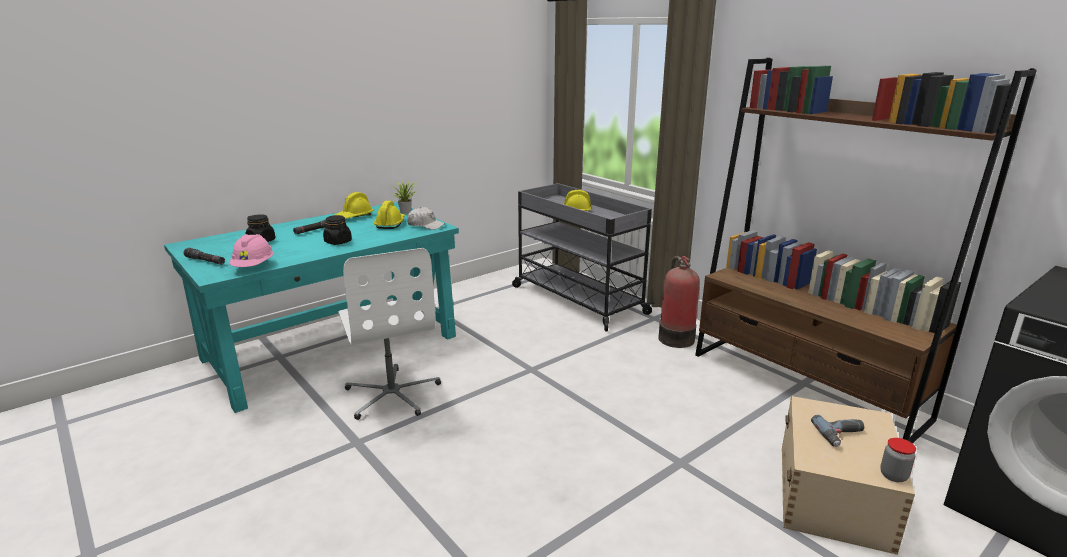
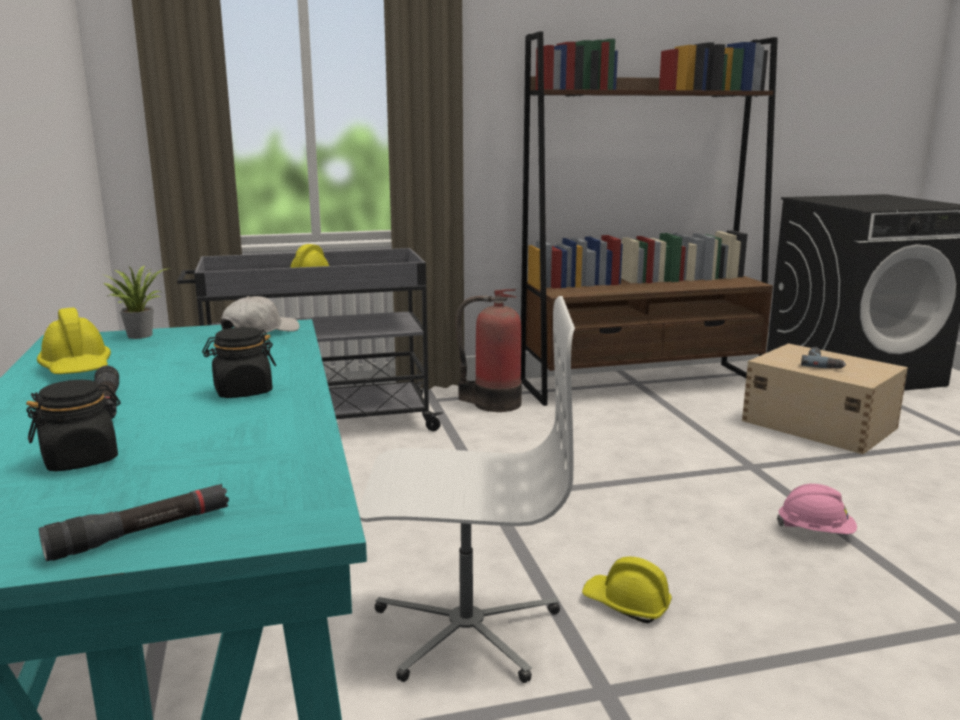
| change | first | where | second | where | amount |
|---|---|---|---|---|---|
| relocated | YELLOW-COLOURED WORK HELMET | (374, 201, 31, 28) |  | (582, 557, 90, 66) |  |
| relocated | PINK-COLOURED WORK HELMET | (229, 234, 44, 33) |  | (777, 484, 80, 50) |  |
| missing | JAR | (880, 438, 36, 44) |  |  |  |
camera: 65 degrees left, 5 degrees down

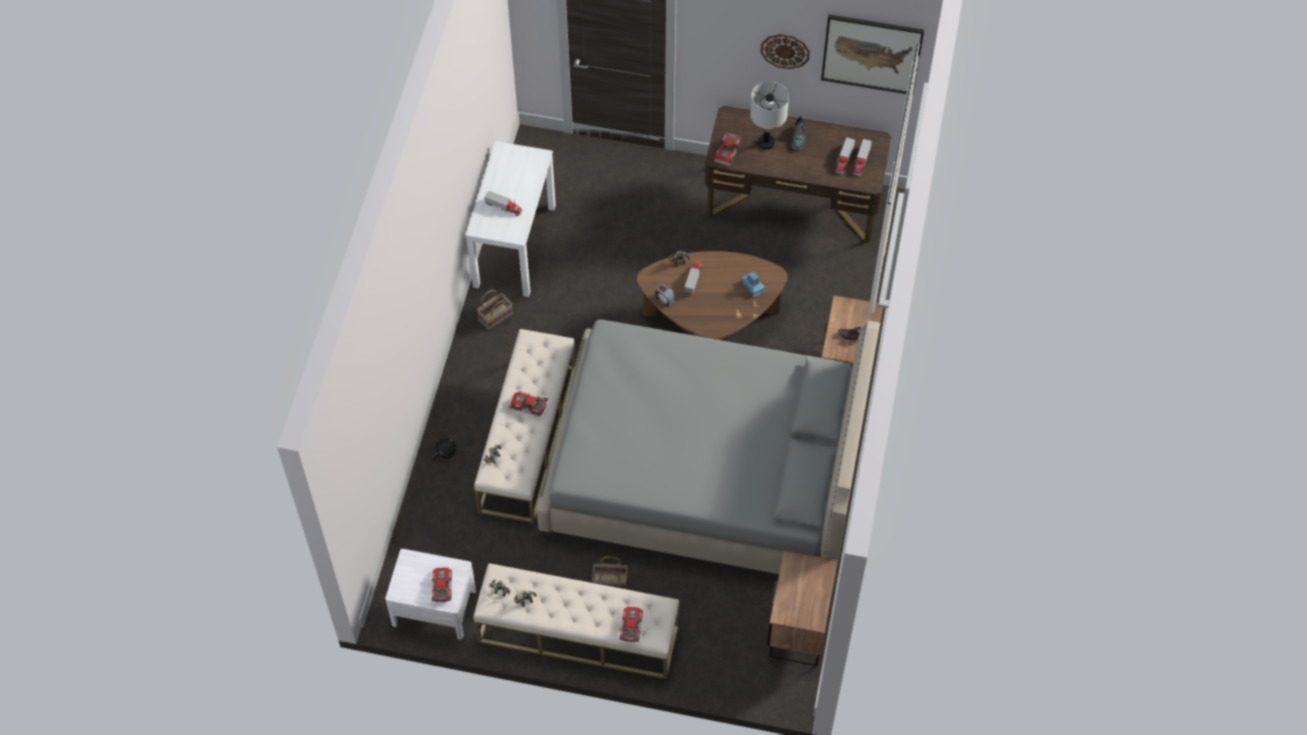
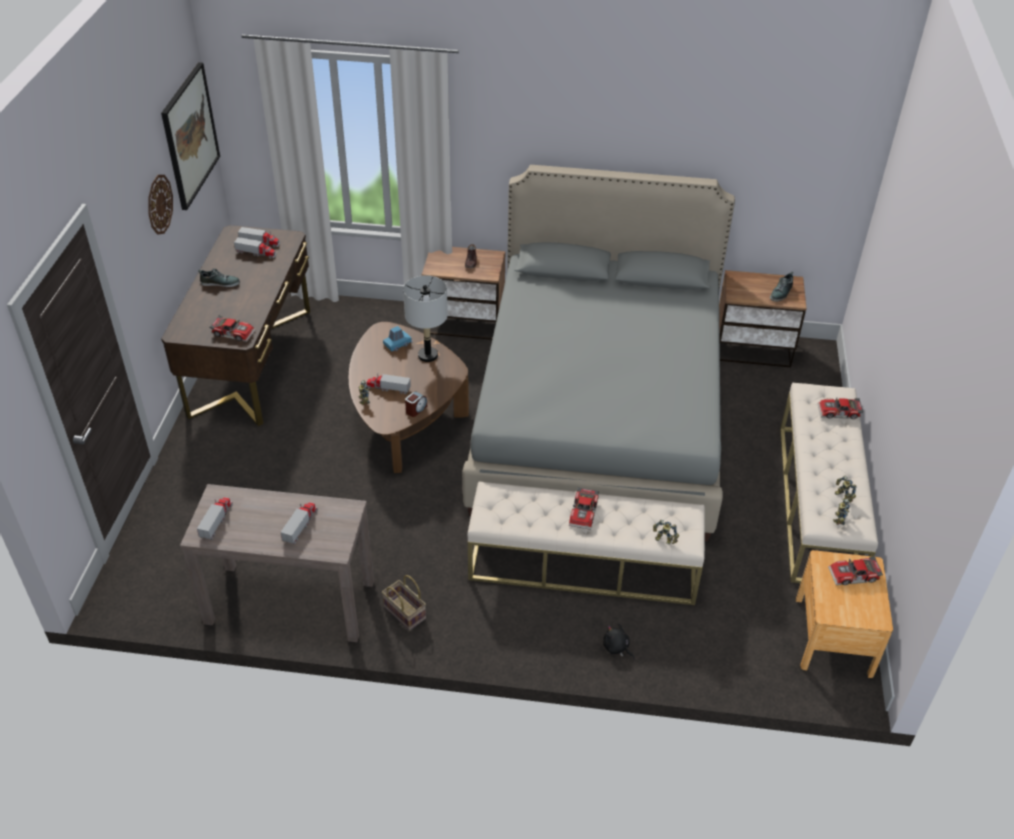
| change | first | where | second | where | amount |
|---|---|---|---|---|---|
| colour | WHITE-COLOURED NARROW TABLE | (465, 141, 91, 156) | BROWN NARROW TABLE | (180, 484, 194, 158) |  |
| appeared |  |  | MODEL TRUCK | (197, 497, 36, 43) |  |
| relocated | GRAY LAMP FOR A TABLE | (750, 81, 39, 69) |  | (403, 275, 45, 87) |  |
| appeared |  |  | LOW SHOE | (770, 271, 23, 31) |  |
| colour | WHITE-COLOURED BEDSIDE TABLE | (385, 549, 91, 91) | BROWN BEDSIDE TABLE | (796, 550, 97, 128) |  |
| missing | HOUSEHOLD BASKET | (592, 556, 36, 33) |  |  |  |
camera: 95 degrees left, 15 degrees down

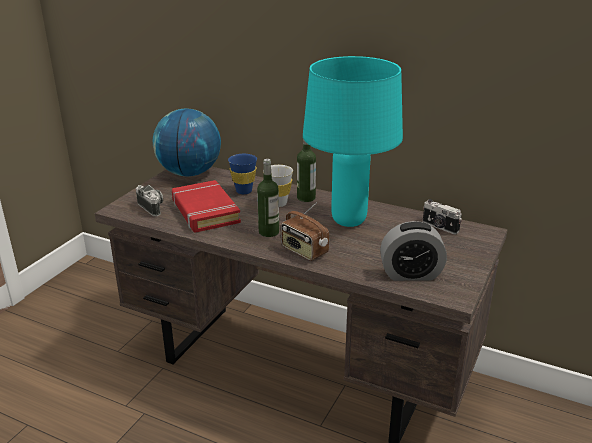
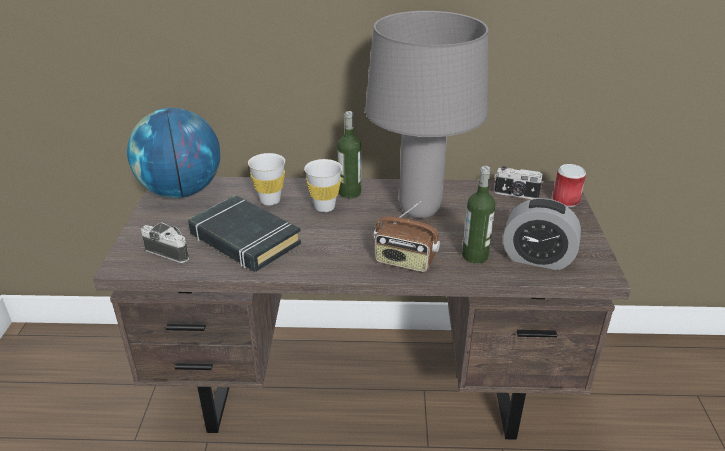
| change | first | where | second | where | amount |
|---|---|---|---|---|---|
| colour | REDDISH BOOK | (172, 180, 69, 53) | BLACK-COLOURED BOOK | (188, 195, 113, 77) |  |
| colour | BLUE-COLOURED CUP | (228, 154, 29, 40) | WHITE-COLOURED CUP | (248, 153, 37, 52) |  |
| colour | TURQUOISE-COLOURED LAMP FOR A TABLE | (303, 56, 100, 171) | GRAY LAMP FOR A TABLE | (365, 11, 123, 207) |  |
| relocated | BEVERAGE BOTTLE | (257, 159, 22, 78) |  | (462, 166, 34, 98) |  |
| spun | TABLE CLOCK | (380, 221, 67, 60) |  | (503, 198, 78, 72) | 45 degrees clockwise |
| appeared |  |  | METAL CAN | (553, 164, 33, 43) |  |
camera: 25 degrees left, 5 degrees up

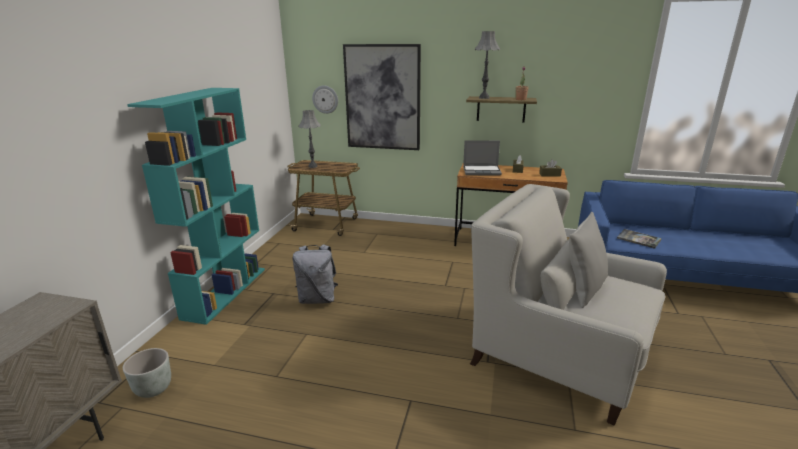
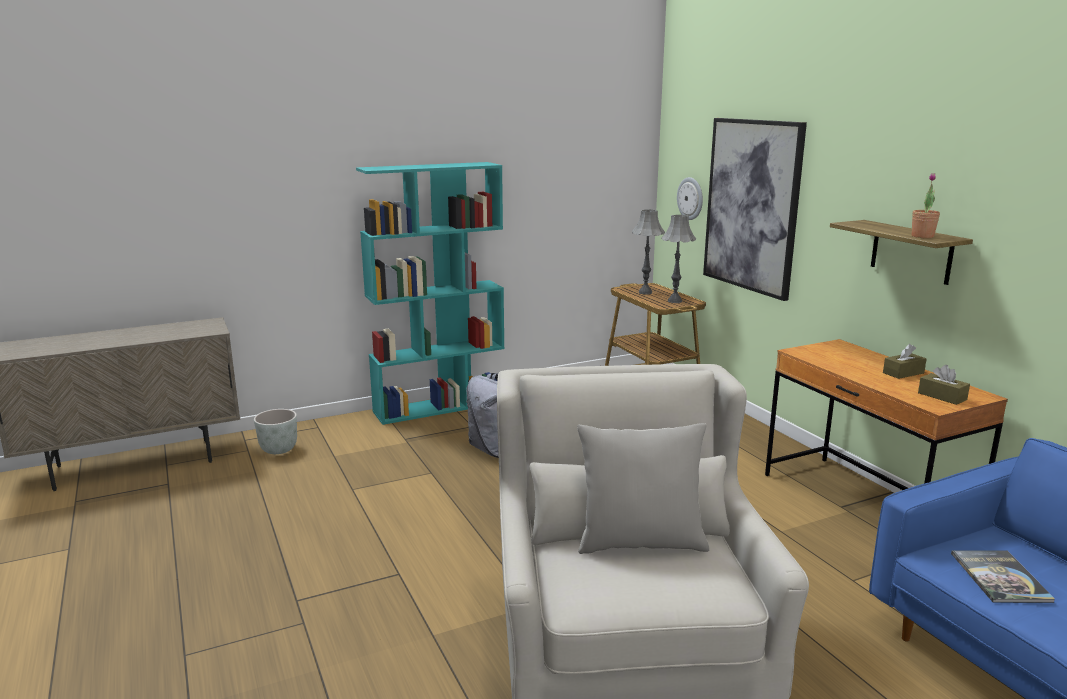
| change | first | where | second | where | amount |
|---|---|---|---|---|---|
| relocated | GRAY LAMP FOR A TABLE | (475, 31, 25, 68) |  | (661, 215, 35, 88) |  |
| missing | NOTEBOOK COMPUTER | (463, 140, 39, 36) |  |  |  |
camera: 50 degrees right, 5 degrees down

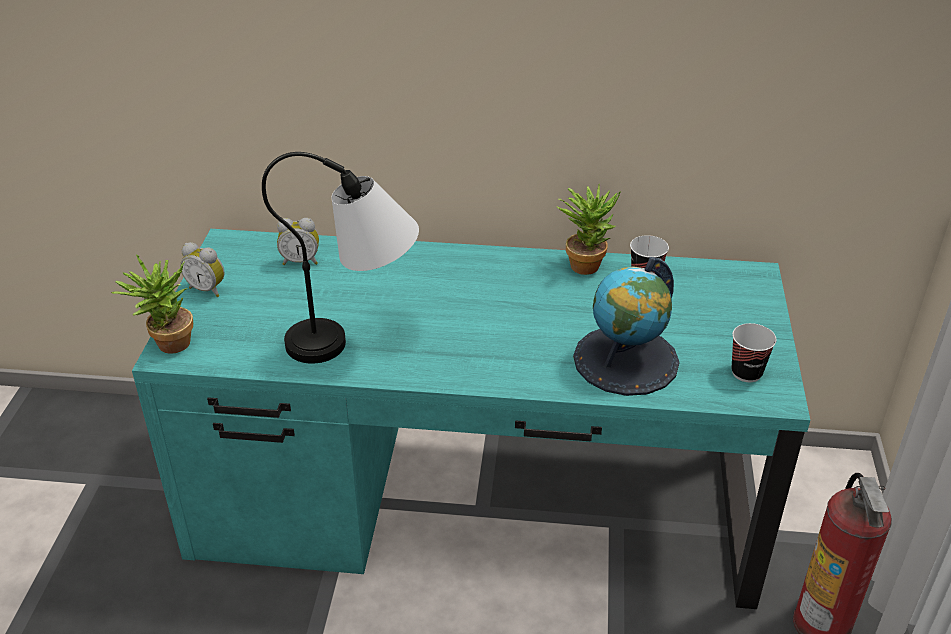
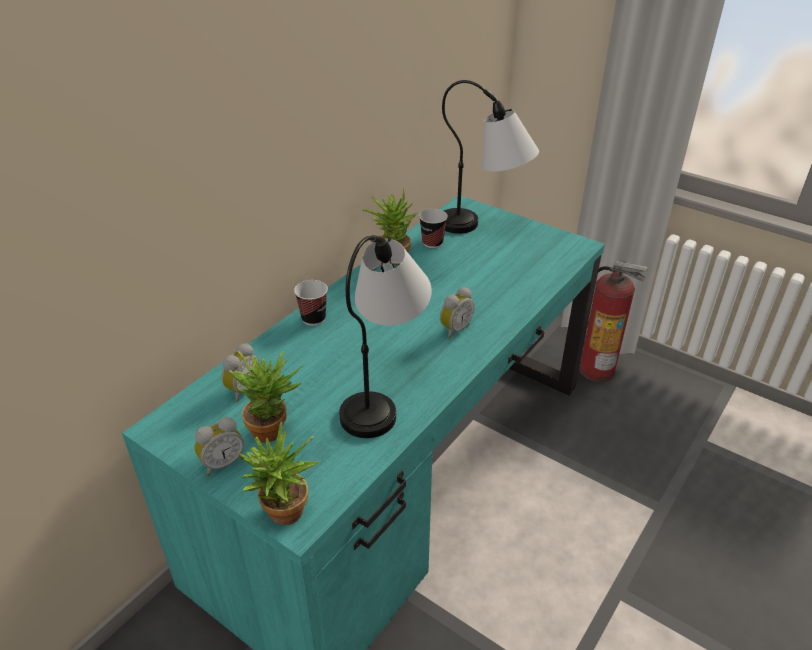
| change | first | where | second | where | amount |
|---|---|---|---|---|---|
| appeared |  |  | POTTED PLANT | (228, 351, 76, 91) |  |
| relocated | CUP | (731, 323, 45, 59) |  | (294, 280, 34, 46) |  |
| appeared |  |  | TABLE CLOCK | (440, 287, 35, 51) |  |
| appeared |  |  | LAMP FOR A TABLE | (442, 80, 97, 154) |  |
| missing | WORLD GLOBE | (573, 257, 106, 139) |  |  |  |
camera: 60 degrees left, 0 degrees up

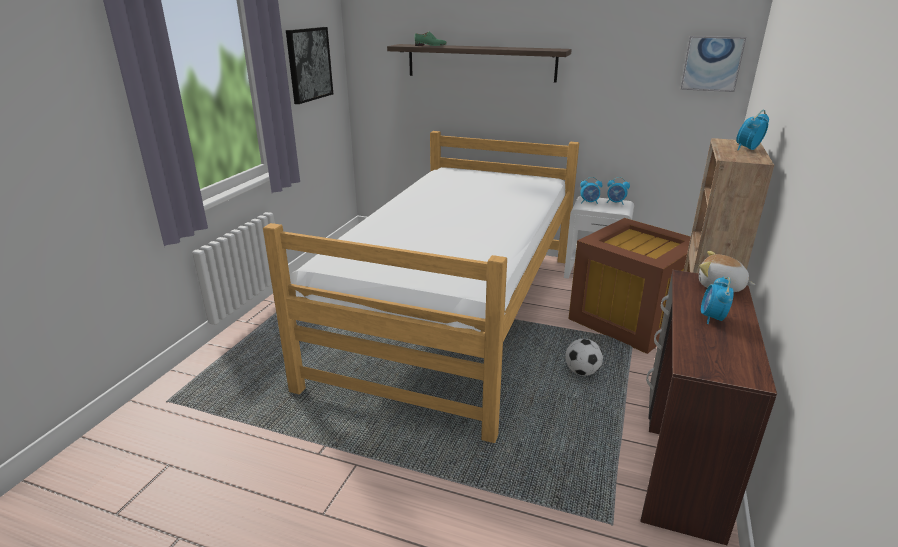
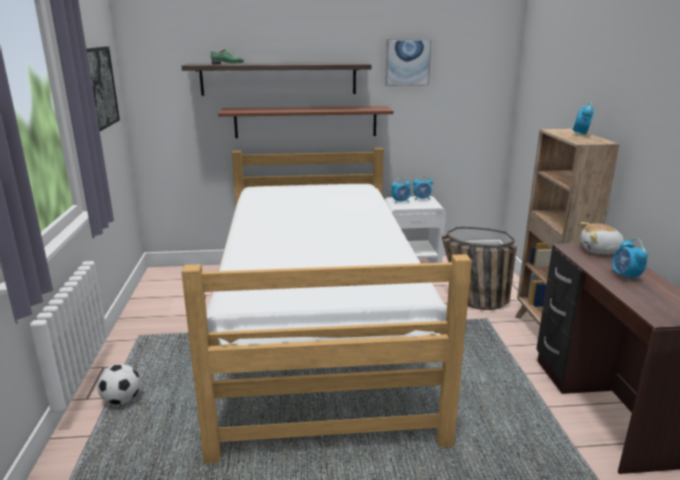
| change | first | where | second | where | amount |
|---|---|---|---|---|---|
| relocated | BALL FOR FOOTBALL | (565, 339, 38, 37) |  | (97, 364, 43, 41) |  |
| appeared |  |  | BROWN BRACKET SHELF | (218, 106, 176, 32) |  |
| relocated | PICTURE | (681, 36, 65, 56) |  | (385, 39, 47, 47) |  |
| exchanged | BROWN STORAGE BOX | (568, 218, 123, 136) | HOUSEHOLD BASKET | (442, 227, 75, 83) |  |
camera: 25 degrees left, 5 degrees down

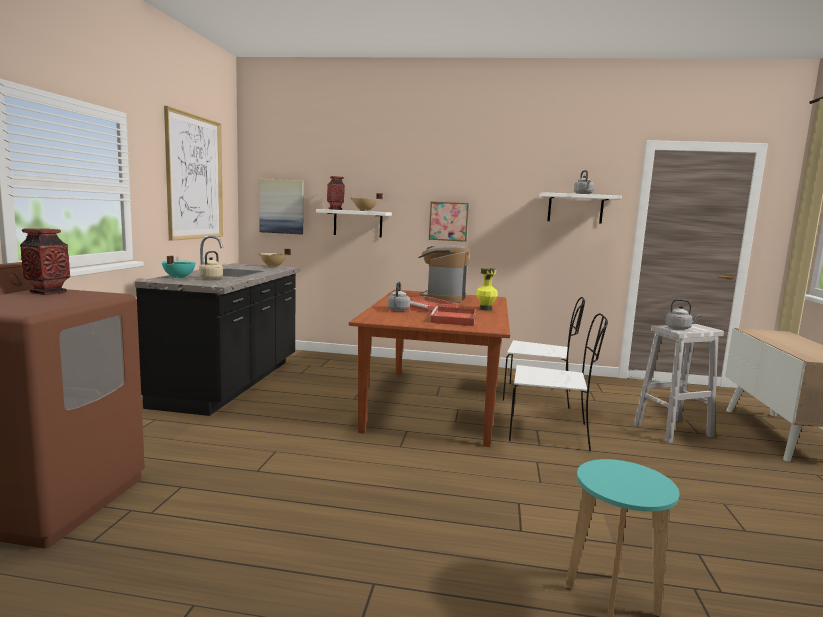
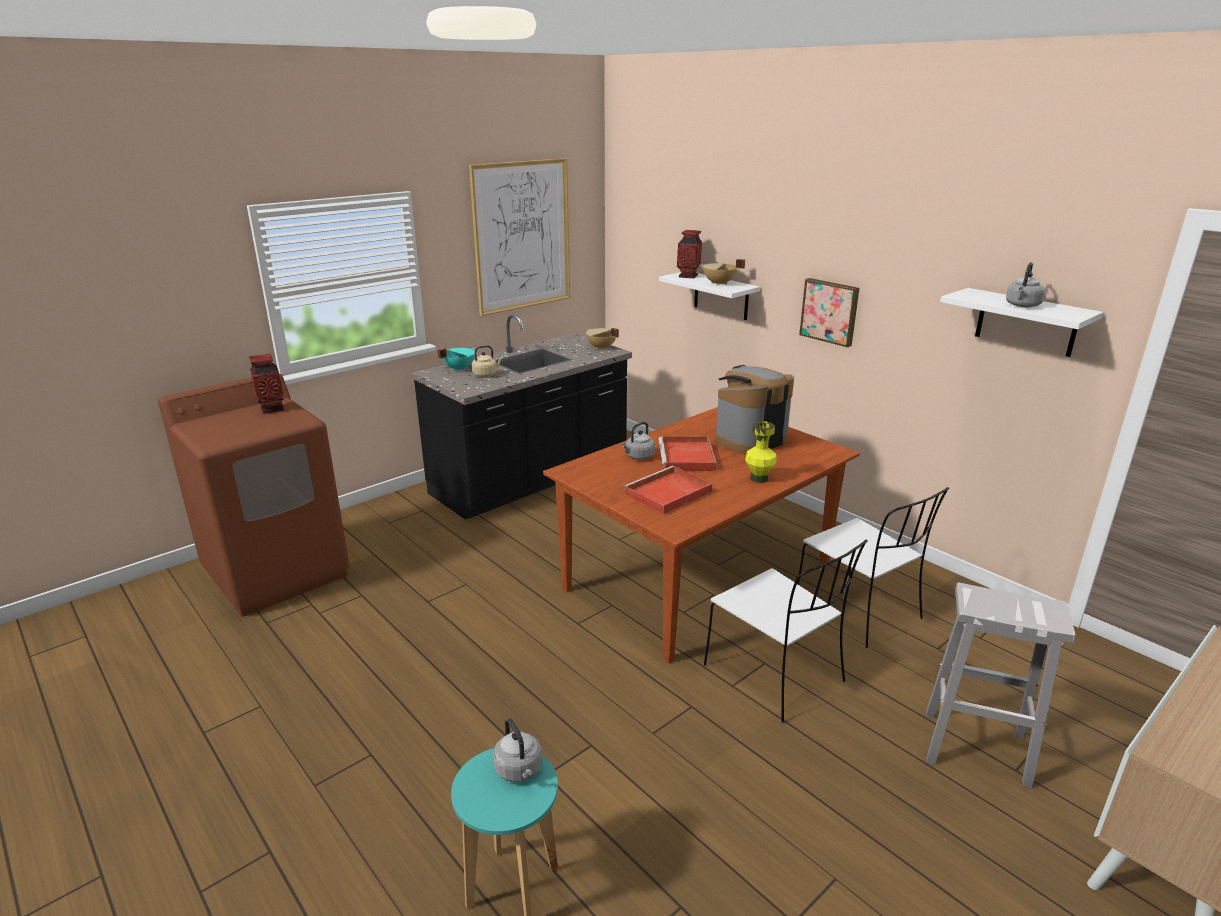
| change | first | where | second | where | amount |
|---|---|---|---|---|---|
| relocated | GRAY TEA KETTLE | (665, 299, 36, 31) |  | (493, 718, 49, 64) |  |
| missing | PICTURE | (259, 179, 45, 55) |  |  |  |
camera: 40 degrees right, 15 degrees up

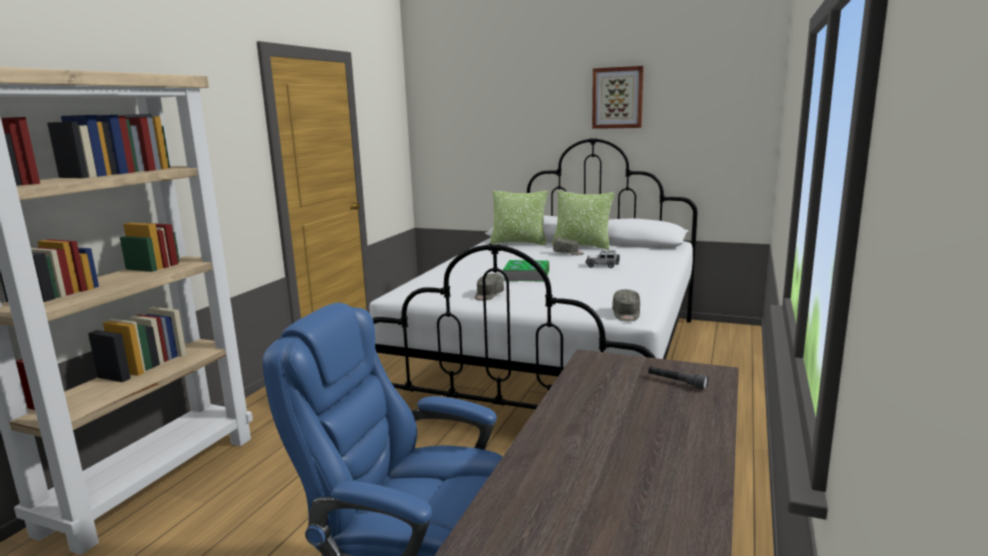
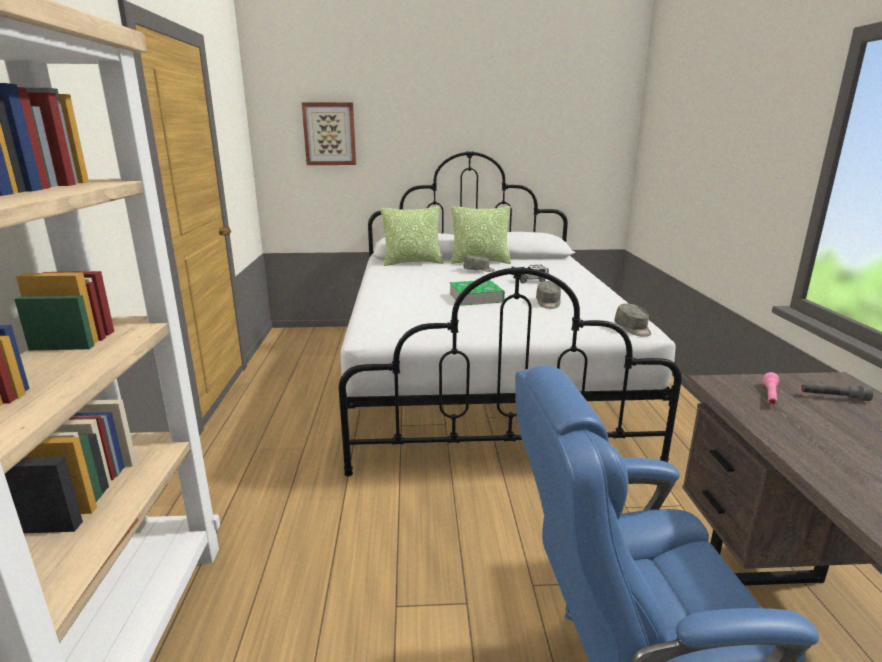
| change | first | where | second | where | amount |
|---|---|---|---|---|---|
| relocated | PICTURE | (592, 66, 52, 63) |  | (302, 102, 54, 63) |  |
| relocated | GRAY PEAKED CAP | (475, 273, 29, 28) |  | (536, 281, 25, 28) |  |
| appeared |  |  | PINK-COLOURED HAND TORCH | (763, 372, 17, 33) |  |
camera: 25 degrees left, 5 degrees up

